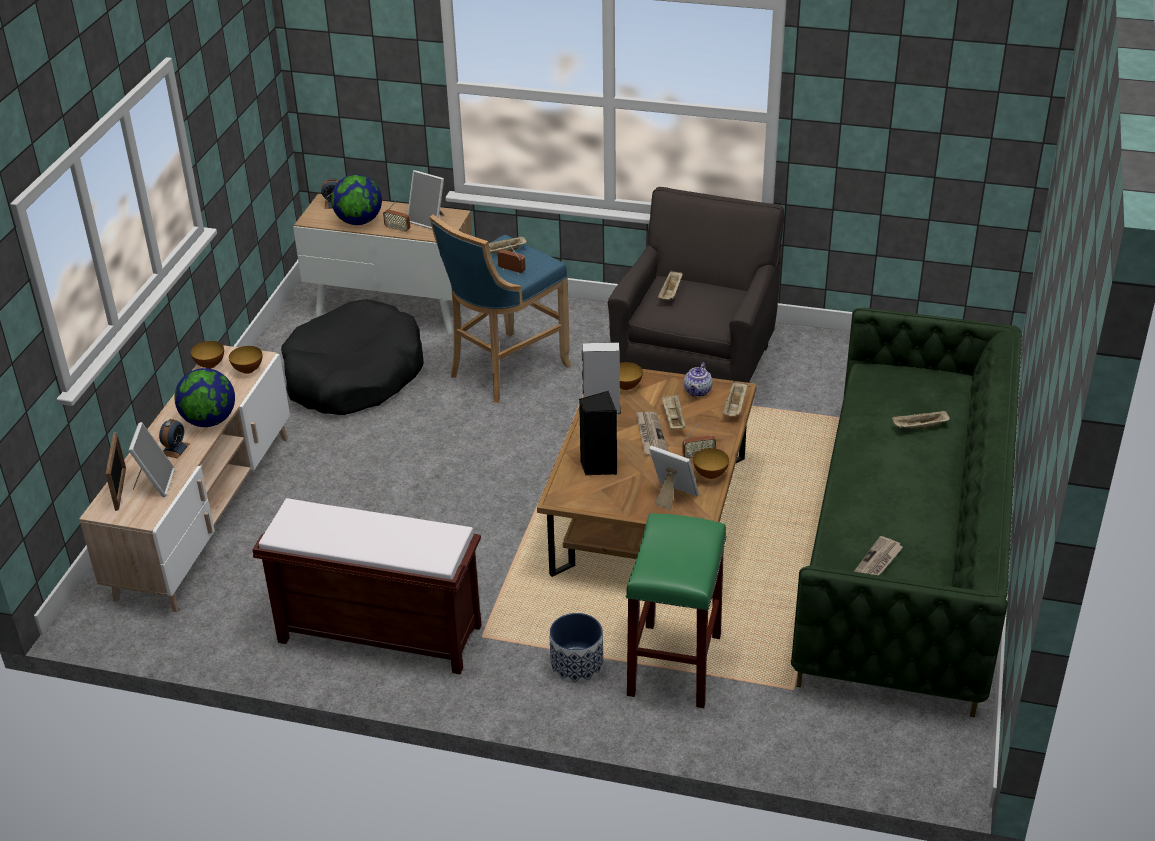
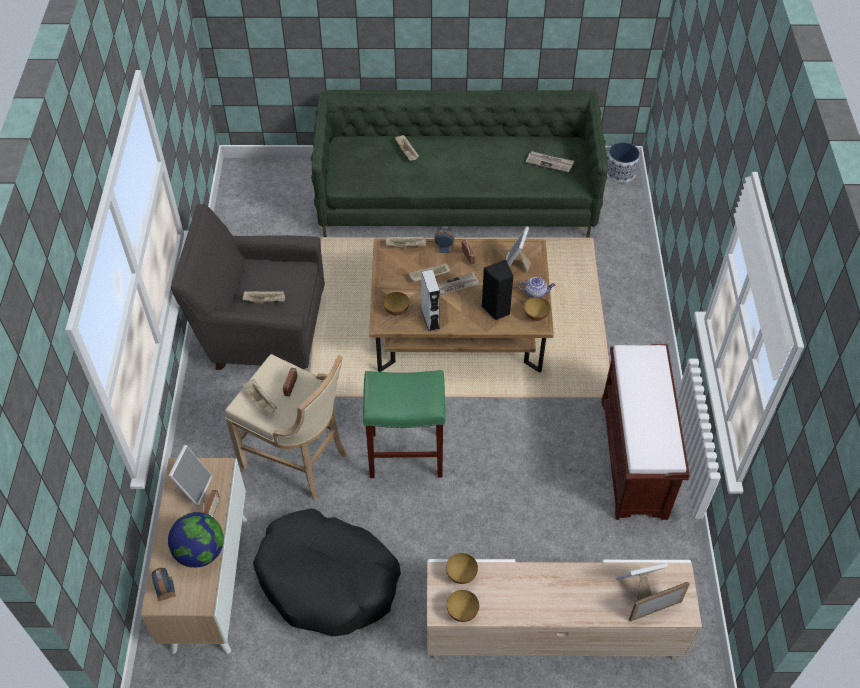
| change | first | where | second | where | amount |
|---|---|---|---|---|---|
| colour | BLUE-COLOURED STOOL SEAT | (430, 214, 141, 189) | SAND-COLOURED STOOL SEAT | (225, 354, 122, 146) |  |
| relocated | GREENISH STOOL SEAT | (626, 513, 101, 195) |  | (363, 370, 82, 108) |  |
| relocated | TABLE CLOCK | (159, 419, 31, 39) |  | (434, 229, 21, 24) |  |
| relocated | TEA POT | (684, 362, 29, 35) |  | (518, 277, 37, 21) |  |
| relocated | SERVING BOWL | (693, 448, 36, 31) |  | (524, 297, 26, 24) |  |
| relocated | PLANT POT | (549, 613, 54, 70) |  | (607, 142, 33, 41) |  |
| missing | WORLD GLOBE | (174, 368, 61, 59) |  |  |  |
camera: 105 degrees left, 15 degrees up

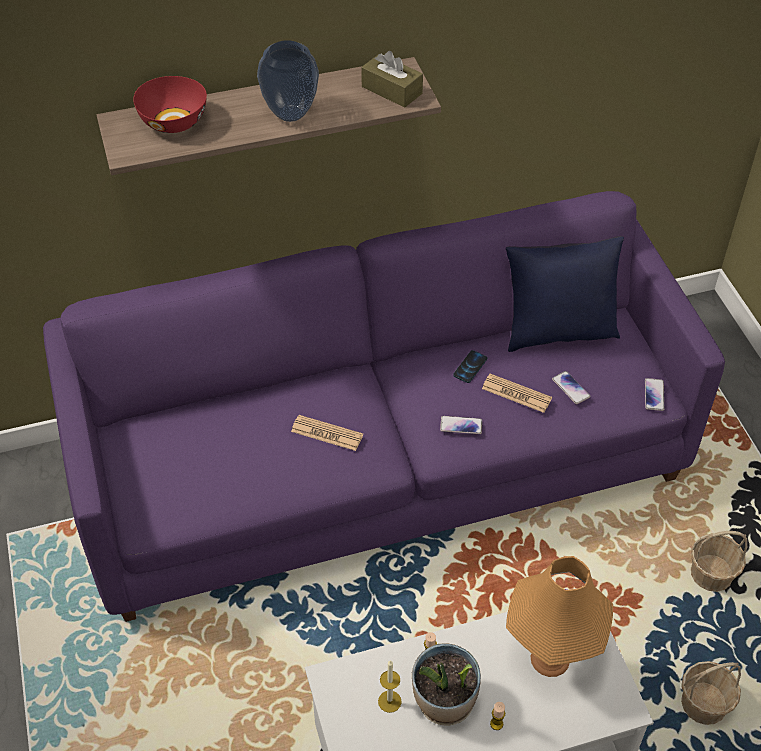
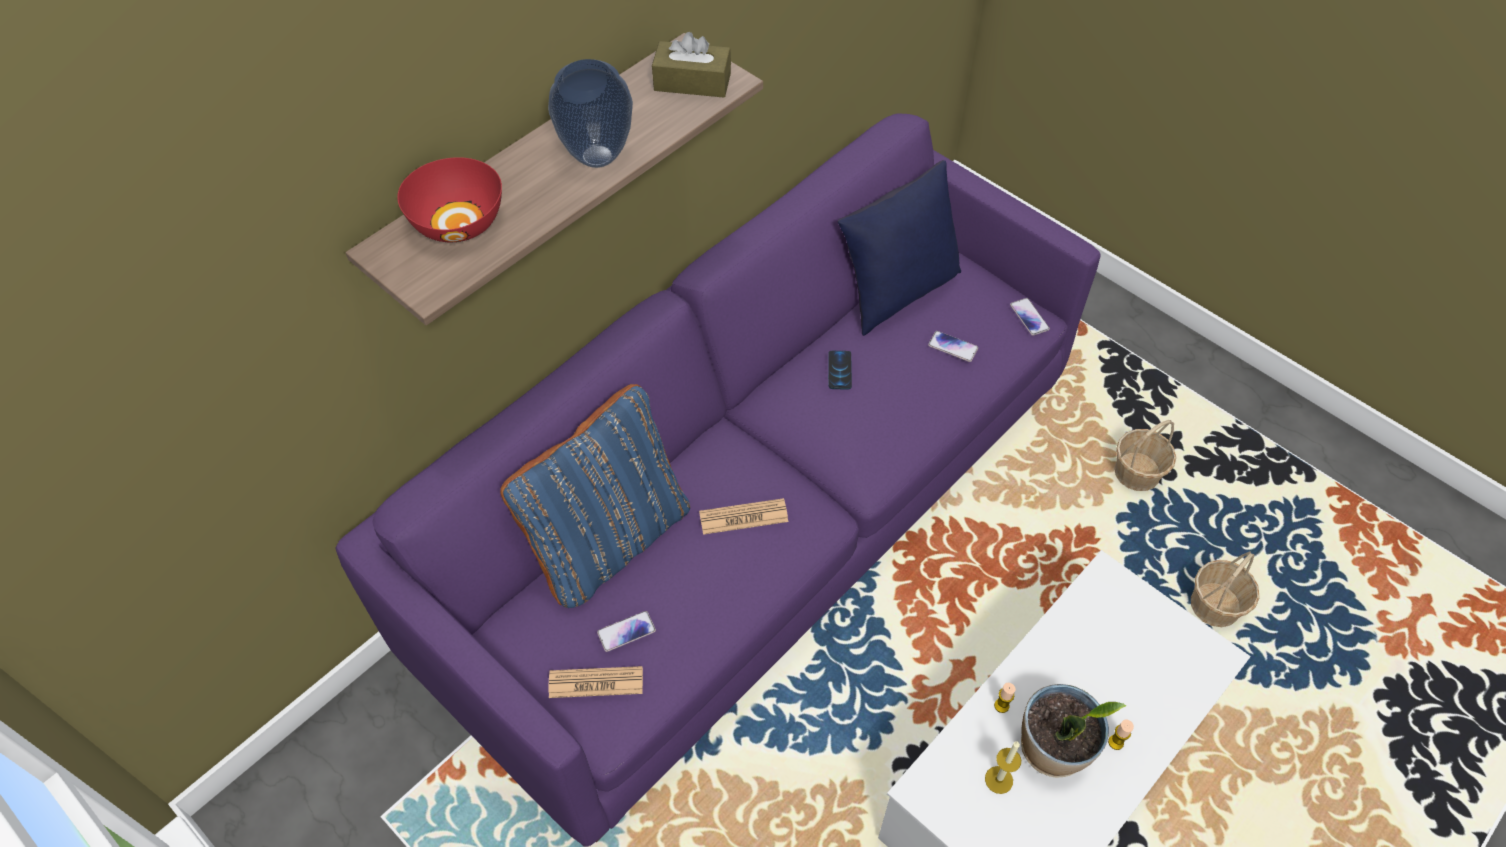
| change | first | where | second | where | amount |
|---|---|---|---|---|---|
| appeared |  |  | BLUE-COLOURED CUSHION | (500, 384, 190, 224) |  |
| relocated | NEWSPAPER | (482, 374, 70, 39) |  | (548, 666, 95, 32) |  |
| relocated | PHONE | (440, 416, 42, 18) |  | (597, 611, 59, 41) |  |
| missing | ORANGE LAMP FOR A TABLE | (506, 556, 107, 121) |  |  |  |
camera: 30 degrees left, 5 degrees up

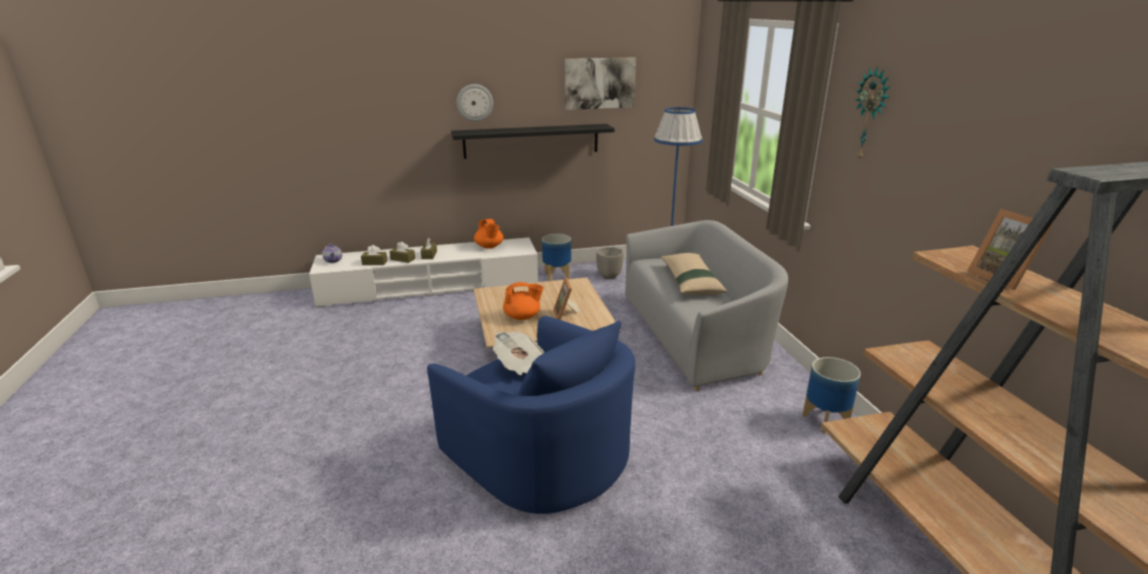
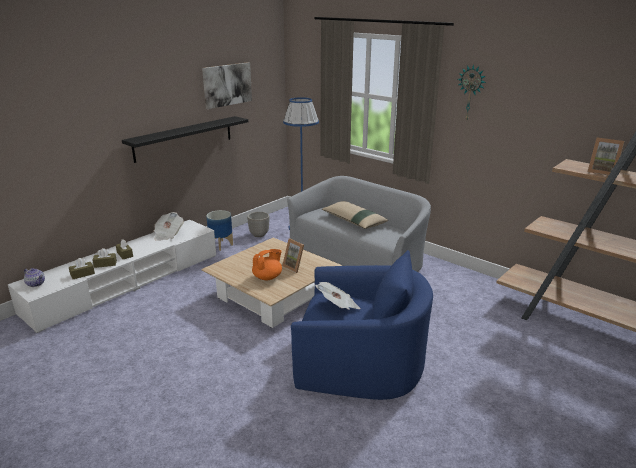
| change | first | where | second | where | amount |
|---|---|---|---|---|---|
| exchanged | ORANGE TEA POT | (474, 219, 30, 30) | NEWSPAPER | (154, 212, 30, 29) |  |
| missing | CLOCK ON THE WALL | (457, 84, 36, 38) |  |  |  |
| missing | PLANT POT | (802, 357, 59, 77) |  |  |  |
camera: 35 degrees left, 0 degrees up

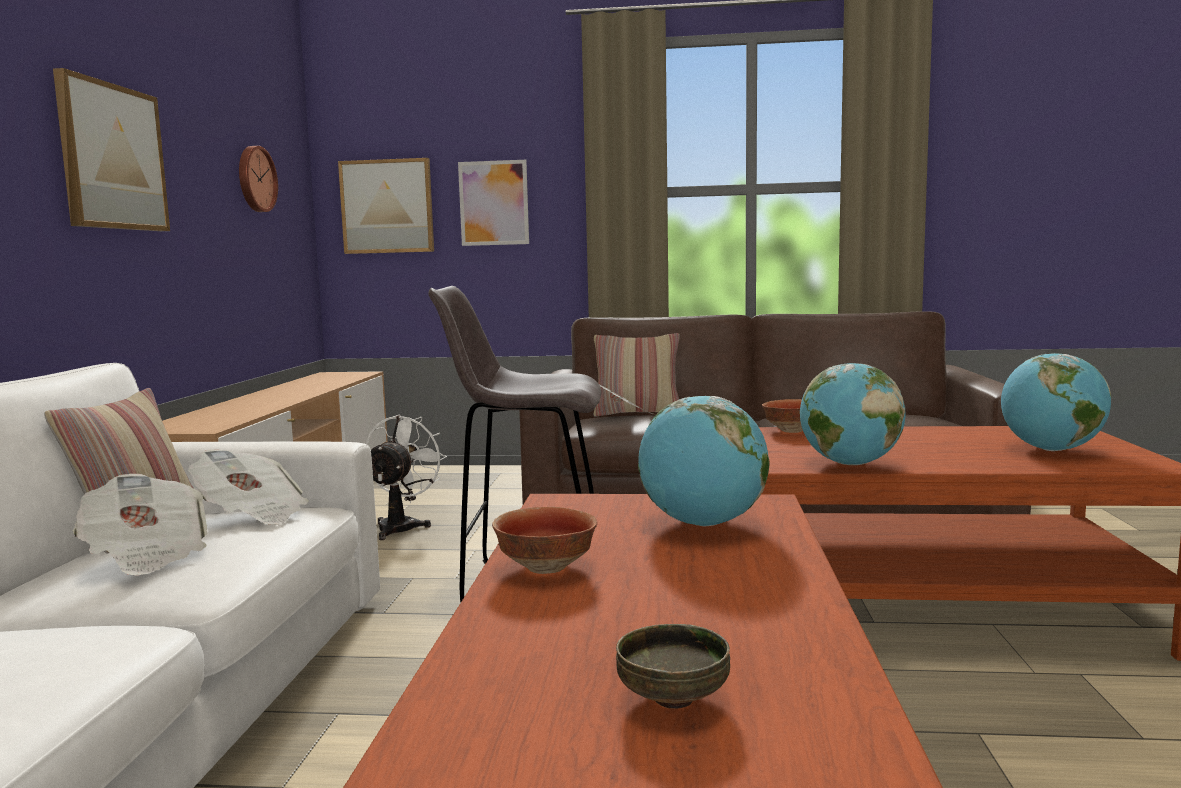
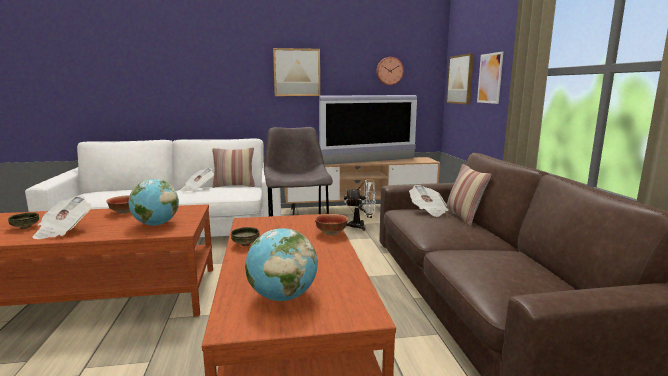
| change | first | where | second | where | amount |
|---|---|---|---|---|---|
| relocated | NEWSPAPER | (188, 449, 121, 76) |  | (32, 196, 59, 43) |  |
| exchanged | WORLD GLOBE | (800, 363, 105, 102) | SERVING BOWL | (231, 227, 29, 19) |  |
| appeared |  |  | TELEVISION | (319, 95, 98, 70) |  |
camera: 75 degrees right, 5 degrees up

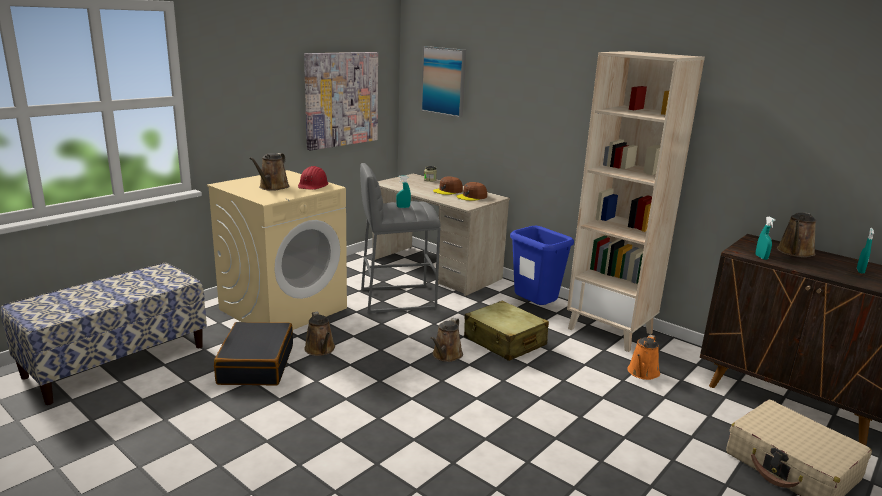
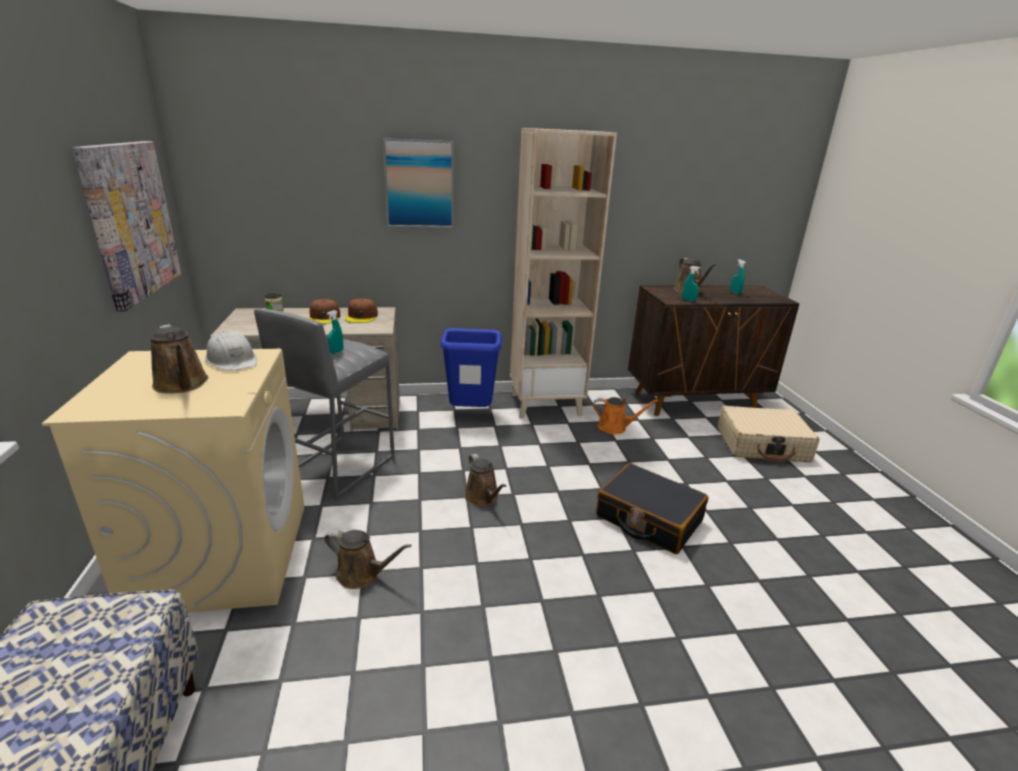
| change | first | where | second | where | amount |
|---|---|---|---|---|---|
| colour | REDDISH WORK HELMET | (298, 166, 31, 24) | WHITE-COLOURED WORK HELMET | (205, 330, 52, 41) |  |
| relocated | PICTURE | (421, 46, 45, 72) |  | (383, 138, 71, 90) |  |
| spun | ORANGE SPRINKLING CAN | (627, 335, 33, 45) |  | (593, 397, 65, 38) | 60 degrees counterclockwise |
| relocated | BLACK-COLOURED TRAVEL CASE | (214, 322, 79, 64) |  | (596, 463, 112, 91) |  |
| missing | SAND-COLOURED TRAVEL CASE | (464, 301, 85, 60) |  |  |  |
camera: 50 degrees left, 5 degrees up

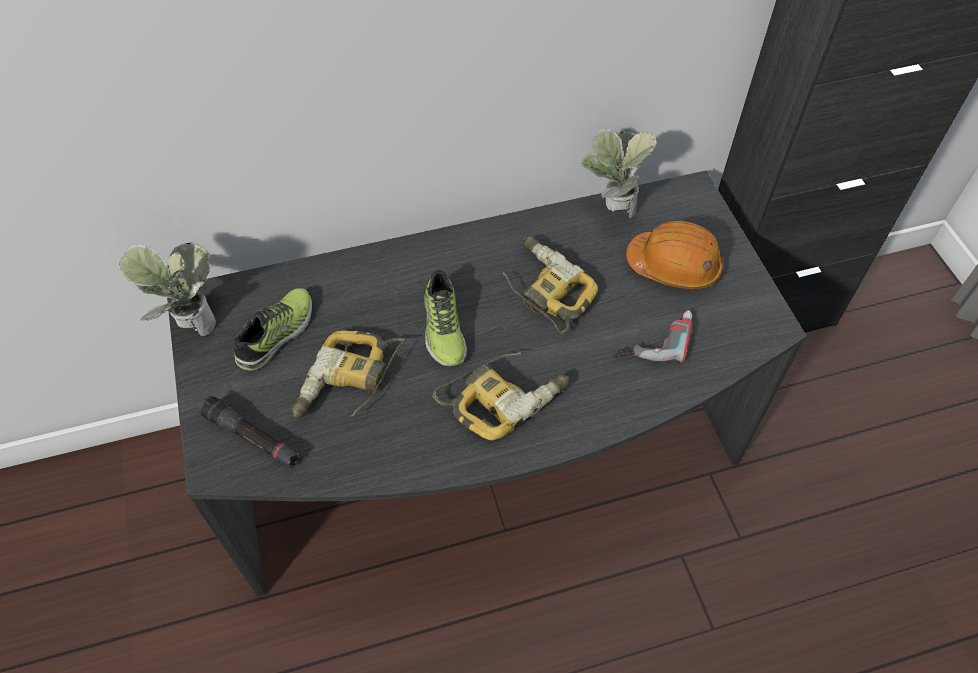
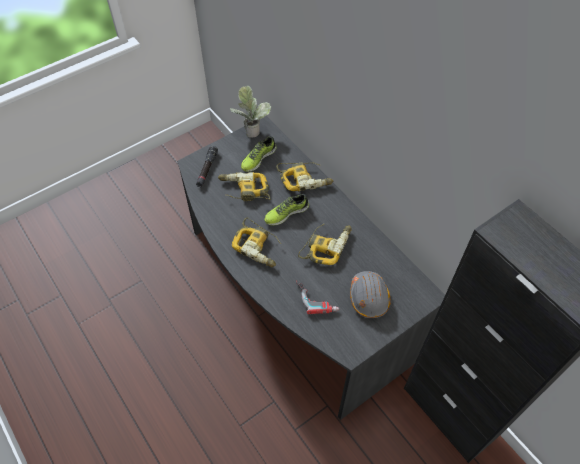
| change | first | where | second | where | amount |
|---|---|---|---|---|---|
| spun | LOW SHOE | (234, 288, 78, 83) |  | (241, 136, 35, 36) | 120 degrees clockwise |
| appeared |  |  | ELECTRIC DRILL | (276, 162, 57, 29) |  |
| colour | ORANGE WORK HELMET | (626, 221, 98, 68) | GRAY WORK HELMET | (350, 271, 40, 47) |  |
| missing | POTTED PLANT | (580, 129, 77, 89) |  |  |  |
camera: 70 degrees right, 0 degrees up

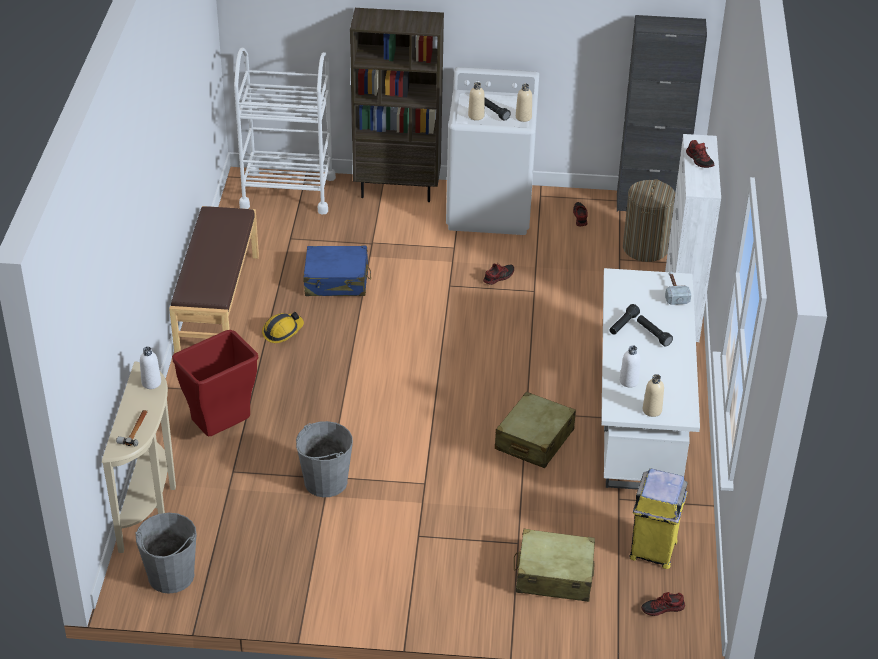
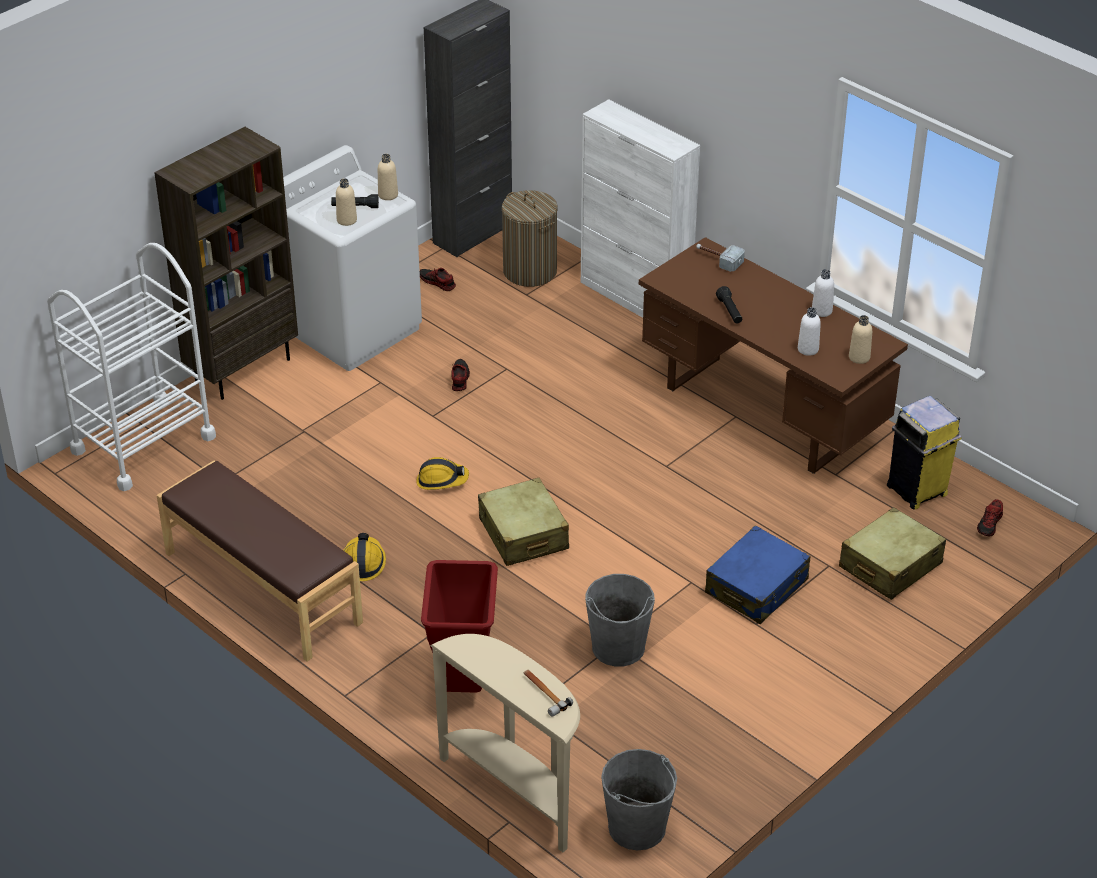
| change | first | where | second | where | amount |
|---|---|---|---|---|---|
| appeared |  |  | WORK HELMET | (416, 457, 53, 33) |  |
| relocated | SAND-COLOURED TRAVEL CASE | (495, 392, 81, 76) |  | (478, 478, 91, 88) |  |
| colour | WHITE-COLOURED DESK | (601, 268, 99, 222) | BROWN DESK | (639, 237, 269, 237) |  |
| relocated | BLUE-COLOURED TRAVEL CASE | (303, 246, 68, 50) |  | (705, 526, 105, 98) |  |
| relocated | WHITE-COLOURED BEVERAGE BOTTLE | (140, 346, 21, 43) |  | (812, 269, 22, 48) |  |
| missing | BLACK-COLOURED HAND TORCH | (637, 315, 36, 32) |  |  |  |
| missing | LOW SHOE | (686, 140, 28, 28) |  |  |  |
camera: 50 degrees left, 0 degrees up

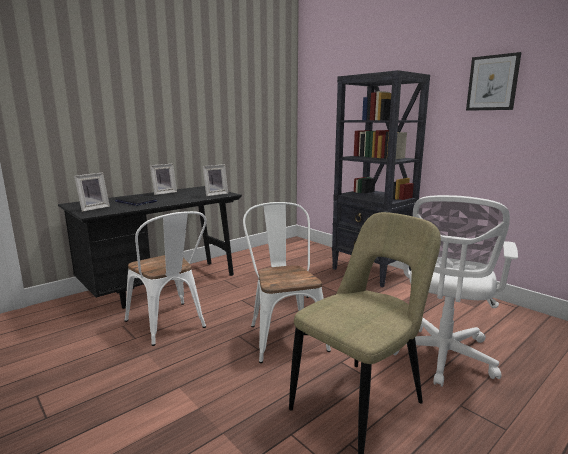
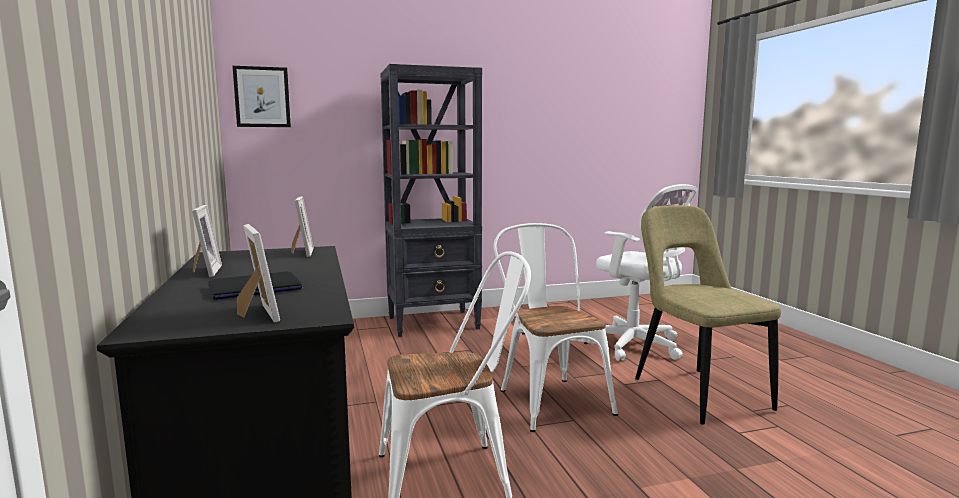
| change | first | where | second | where | amount |
|---|---|---|---|---|---|
| relocated | PICTURE | (466, 52, 55, 59) |  | (233, 66, 58, 61) |  |
| spun | WHITE-COLOURED UPRIGHT CHAIR | (243, 202, 88, 161) |  | (493, 223, 125, 209) | 60 degrees clockwise |
camera: 65 degrees left, 5 degrees down

